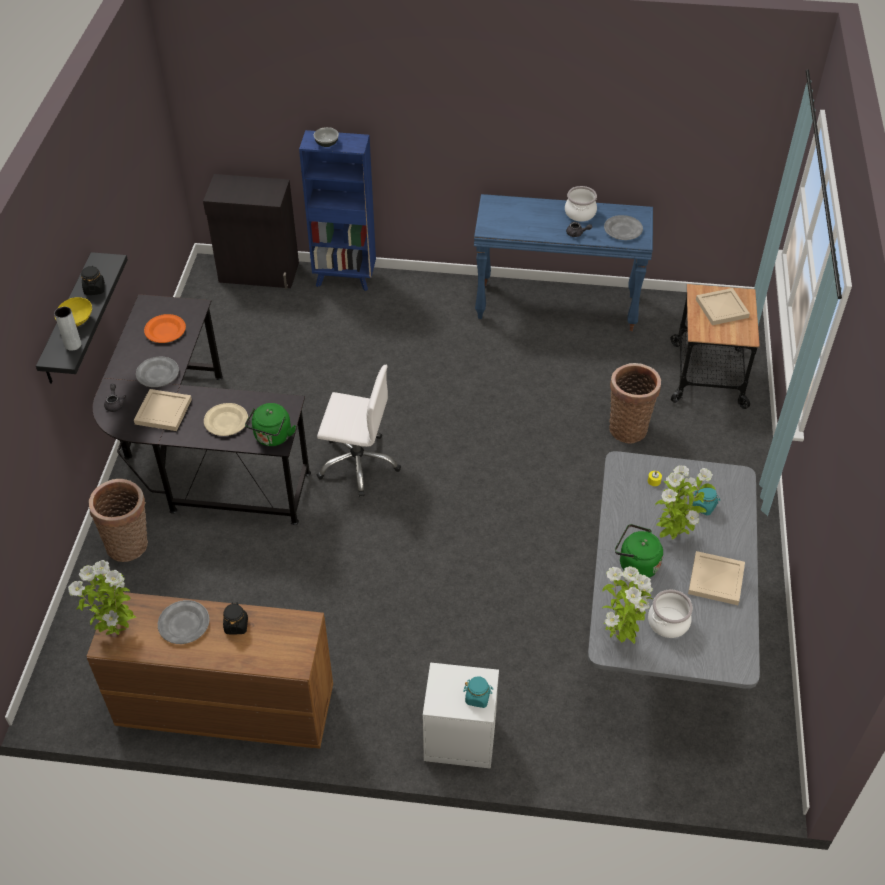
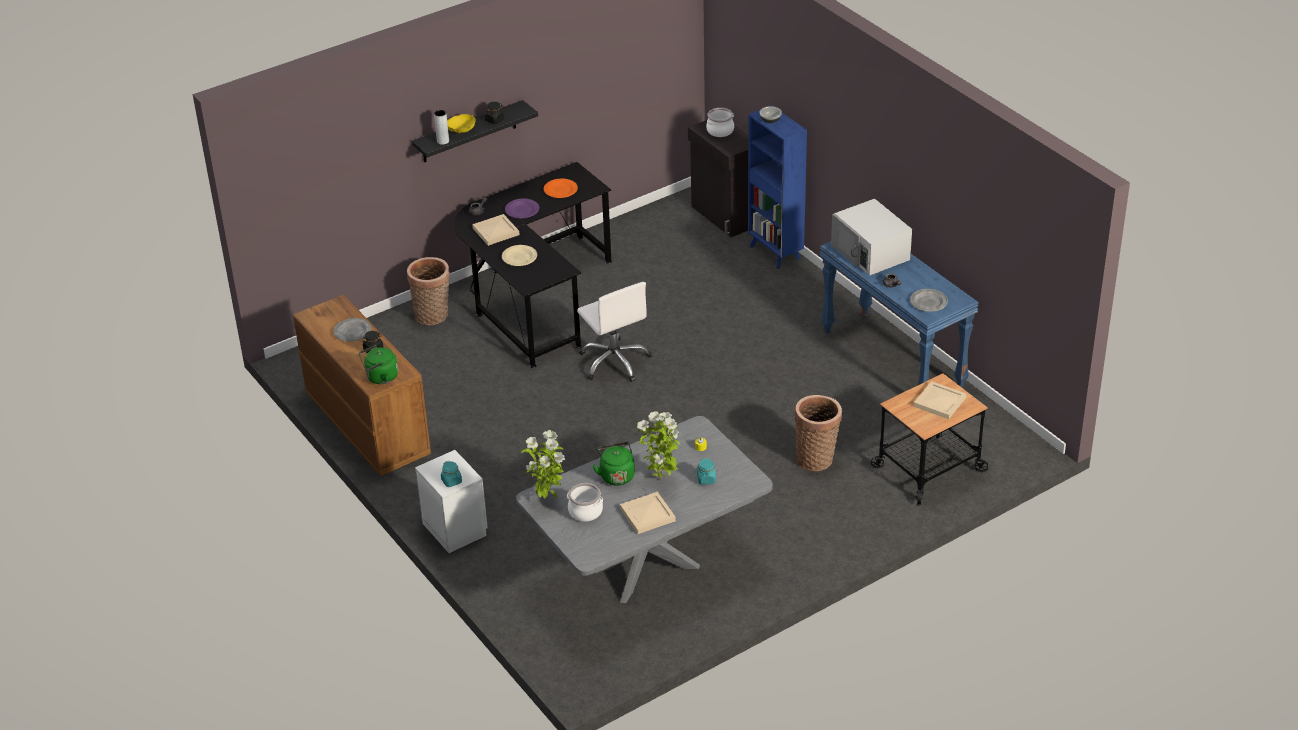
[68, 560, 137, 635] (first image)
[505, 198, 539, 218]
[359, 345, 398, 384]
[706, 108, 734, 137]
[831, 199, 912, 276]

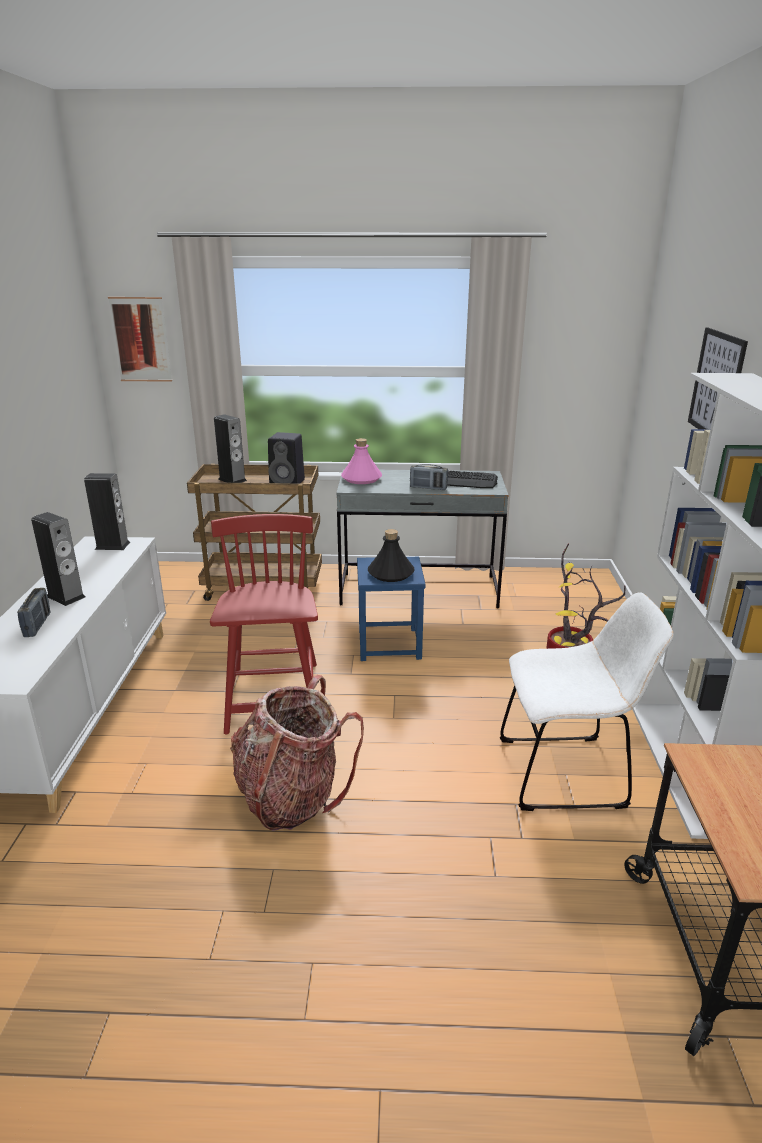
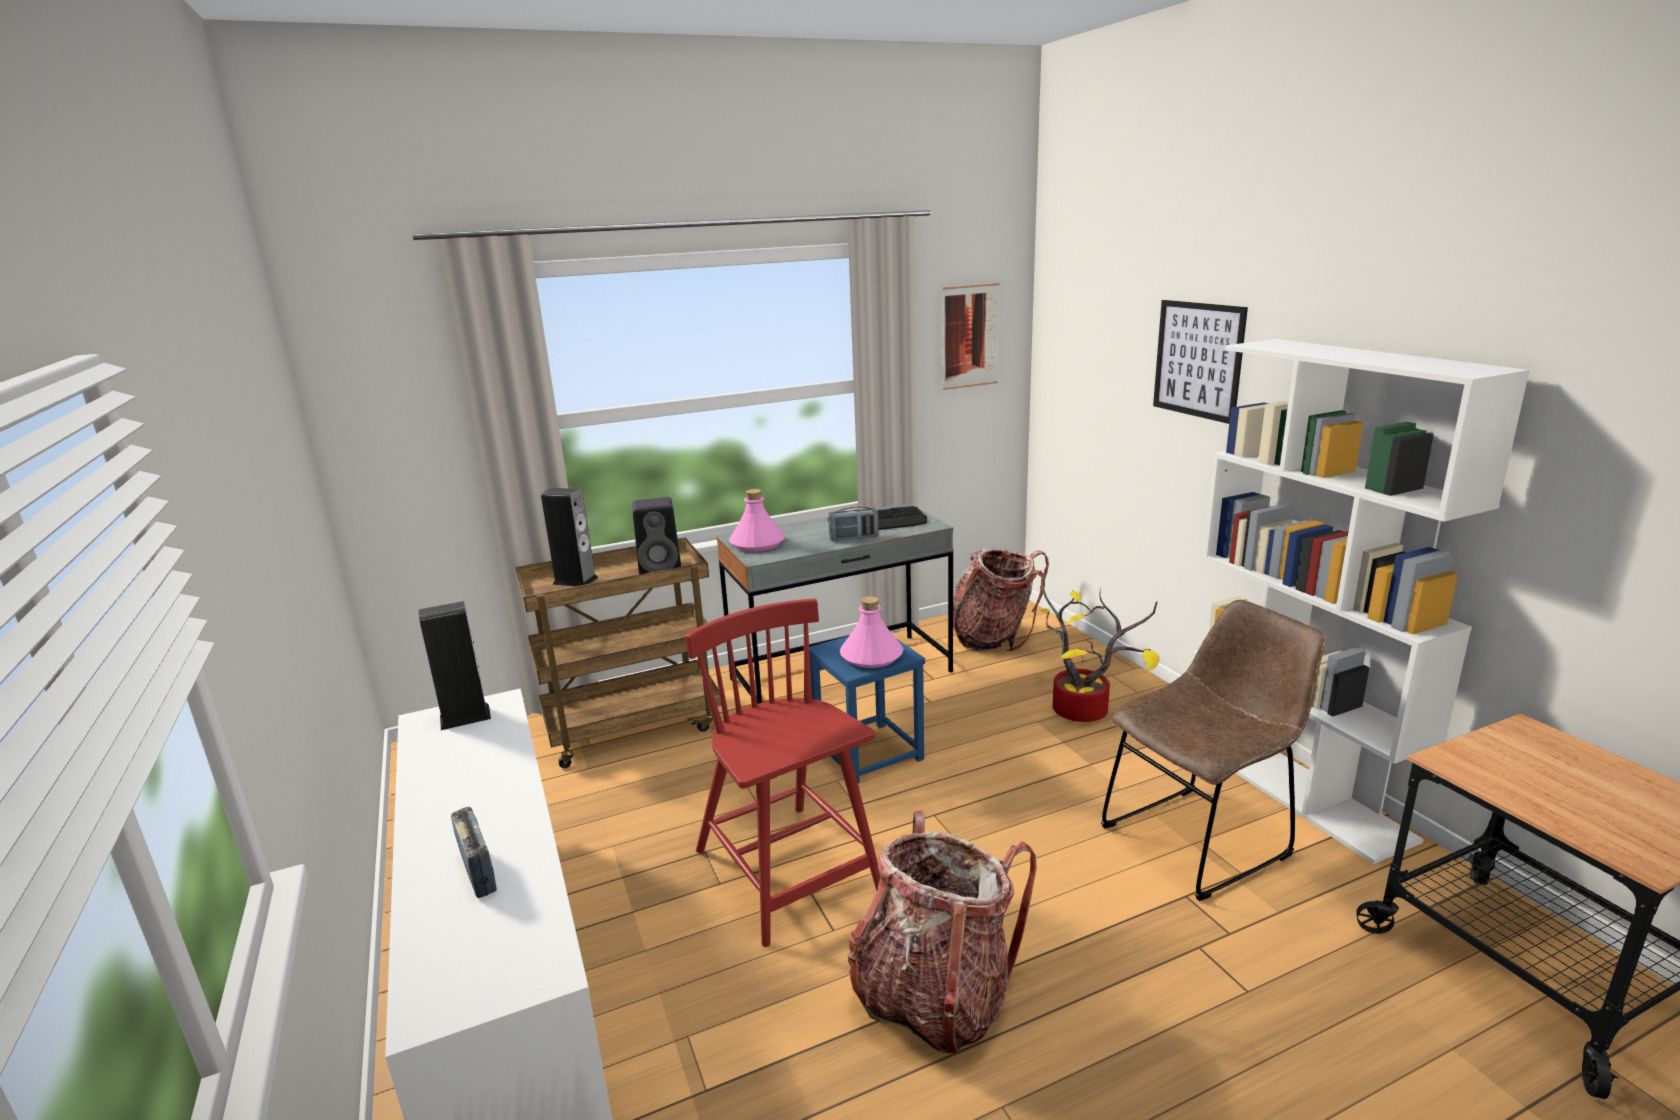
[31, 512, 86, 606] (first image)
[942, 283, 1000, 390]
[840, 596, 903, 668]
[1101, 600, 1326, 901]
[953, 548, 1049, 652]

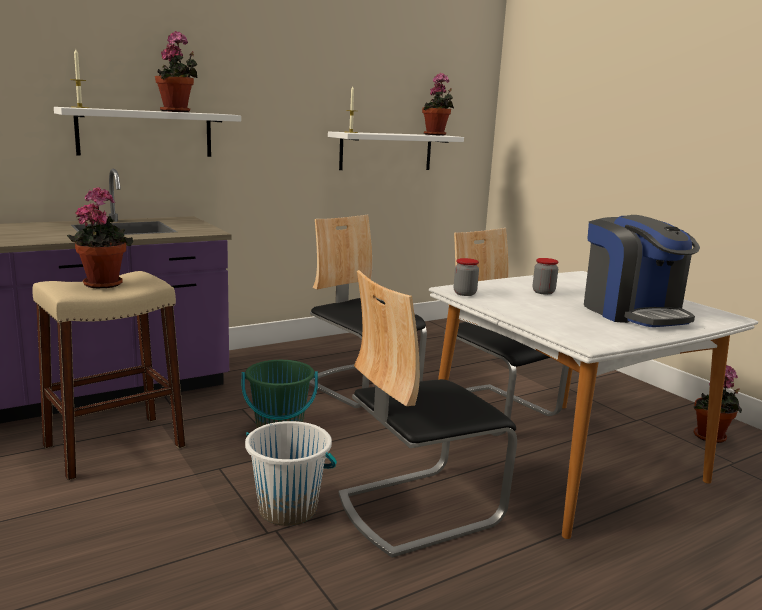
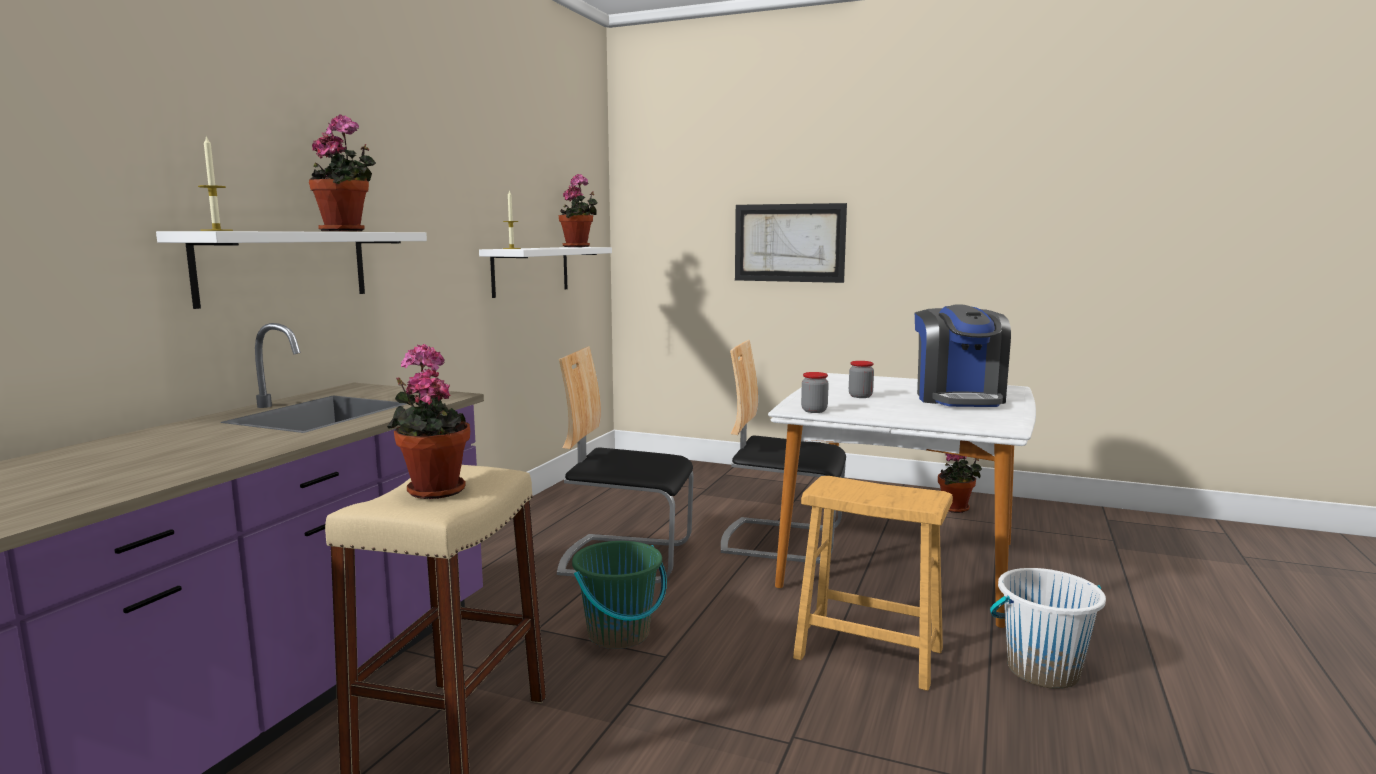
[990, 568, 1106, 689]
[793, 476, 953, 691]
[915, 305, 1011, 407]
[735, 203, 847, 283]

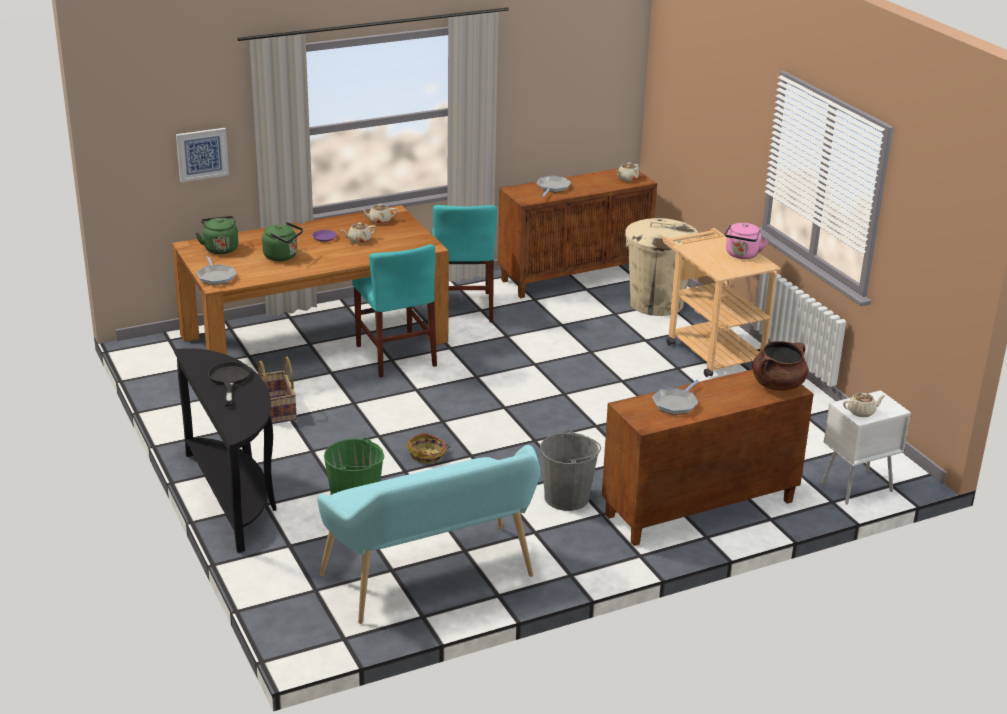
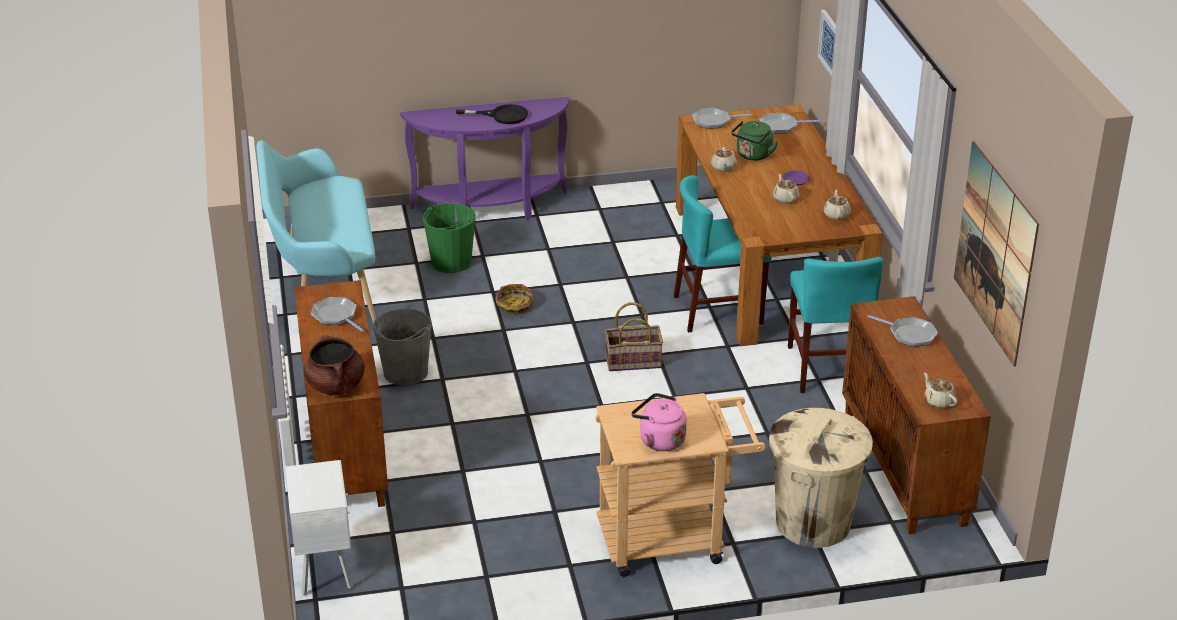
[400, 97, 569, 219]
[759, 113, 819, 134]
[605, 302, 663, 371]
[788, 257, 883, 393]
[711, 147, 737, 172]
[954, 141, 1039, 367]

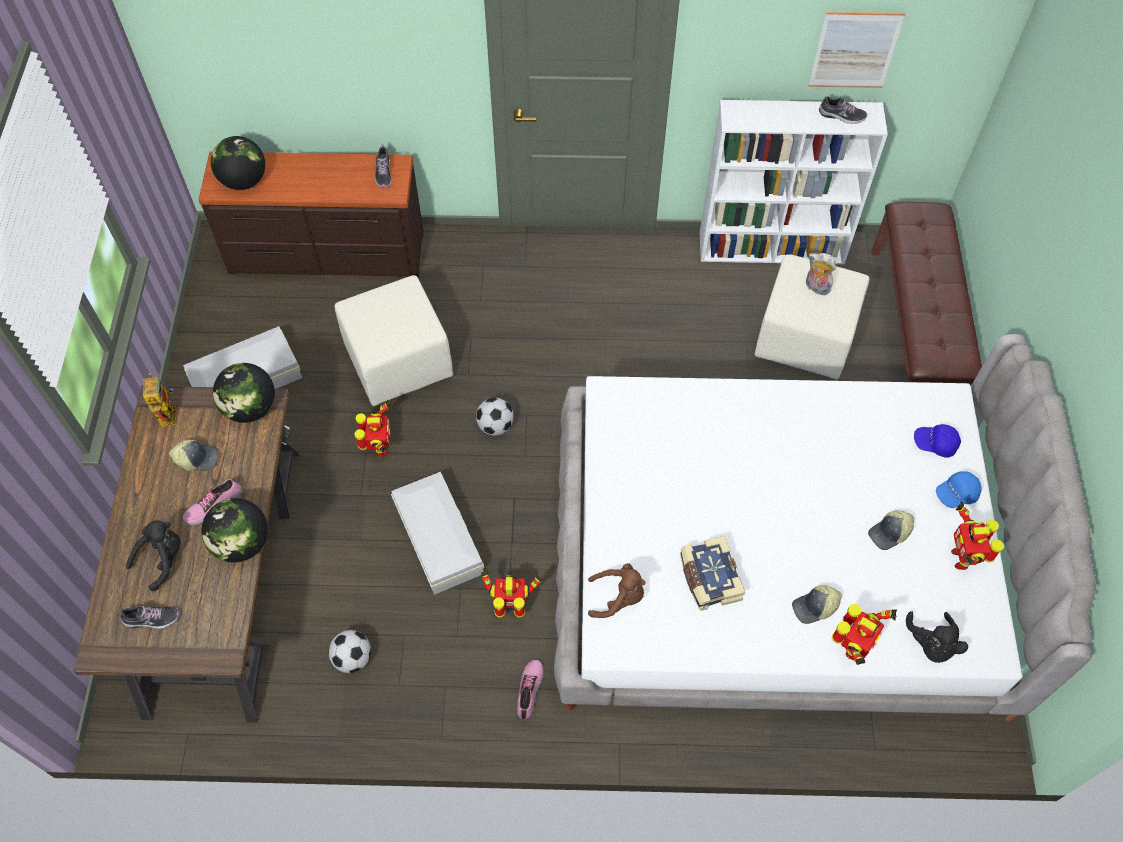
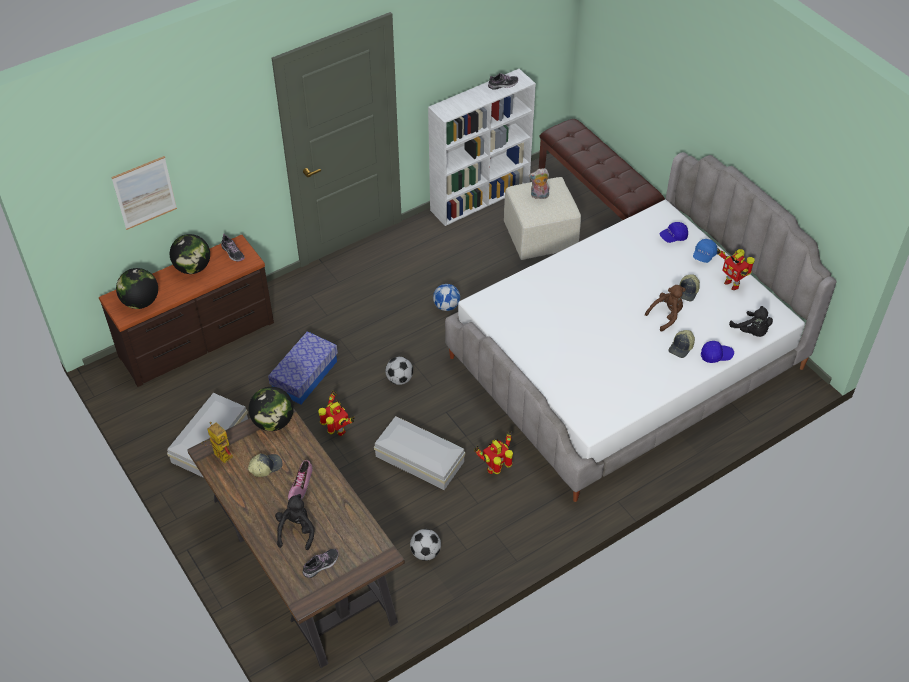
[170, 234, 210, 274]
[268, 331, 338, 405]
[517, 660, 543, 719] (first image)
[645, 285, 686, 332]
[680, 536, 745, 611] (first image)
[111, 156, 177, 230]
[701, 341, 734, 363]
[433, 284, 460, 311]

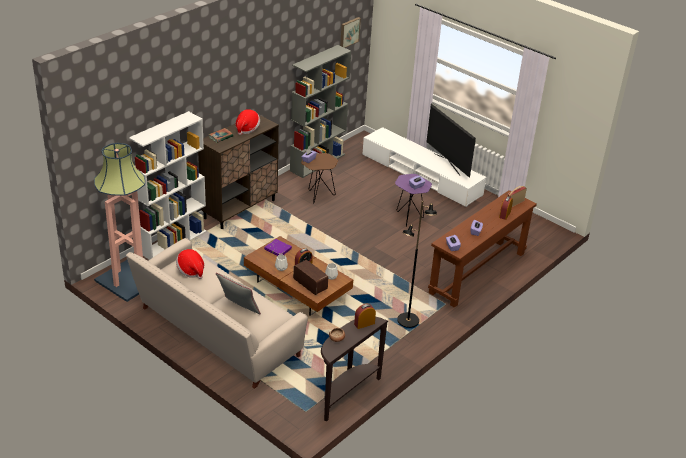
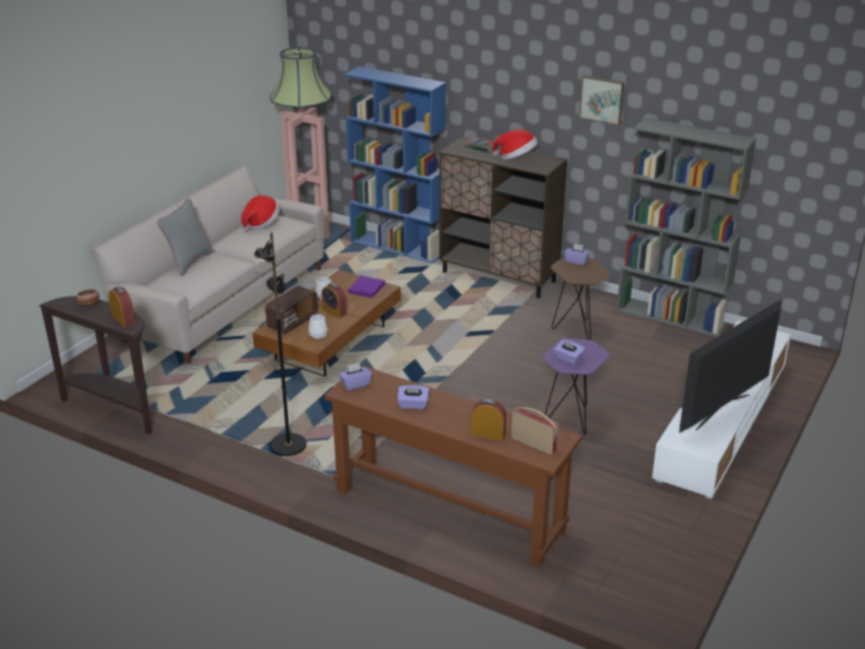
[344, 66, 446, 263]
[579, 75, 625, 126]

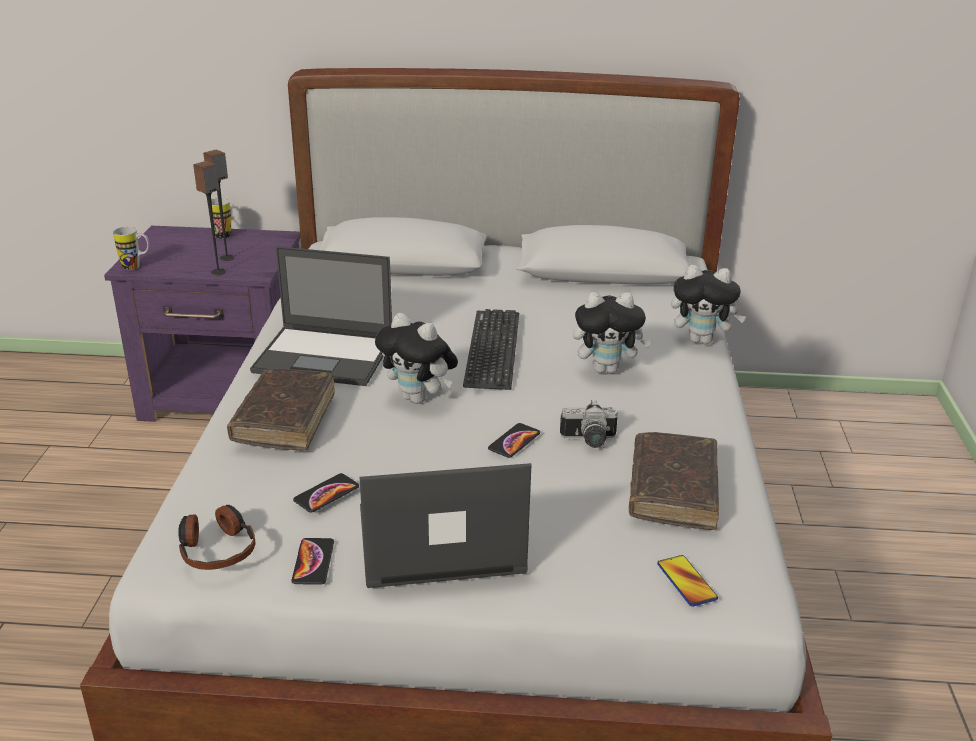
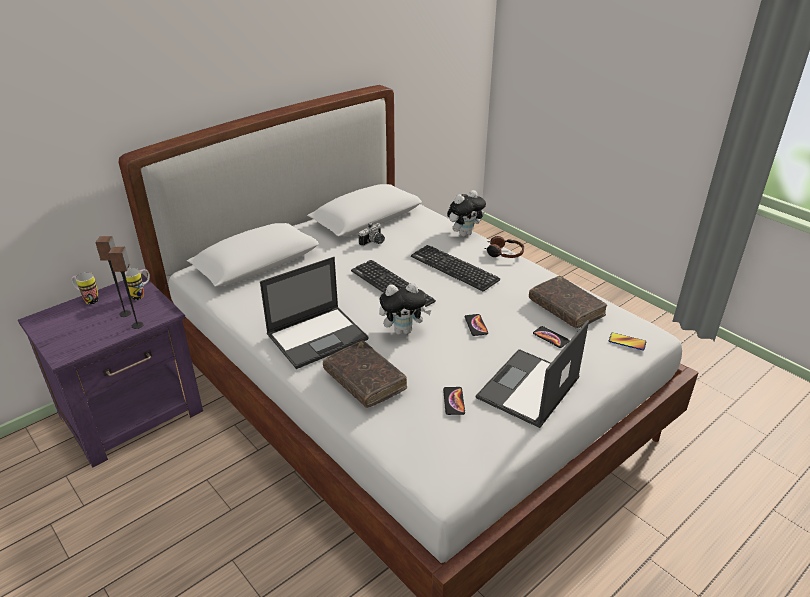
[125, 268, 150, 300]
[485, 236, 524, 258]
[533, 326, 570, 348]
[359, 223, 385, 246]
[411, 245, 500, 291]

